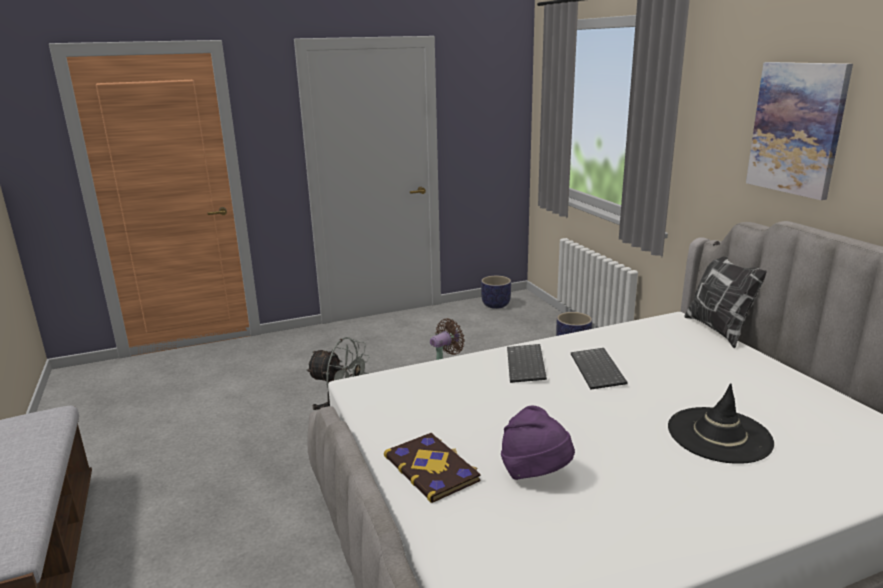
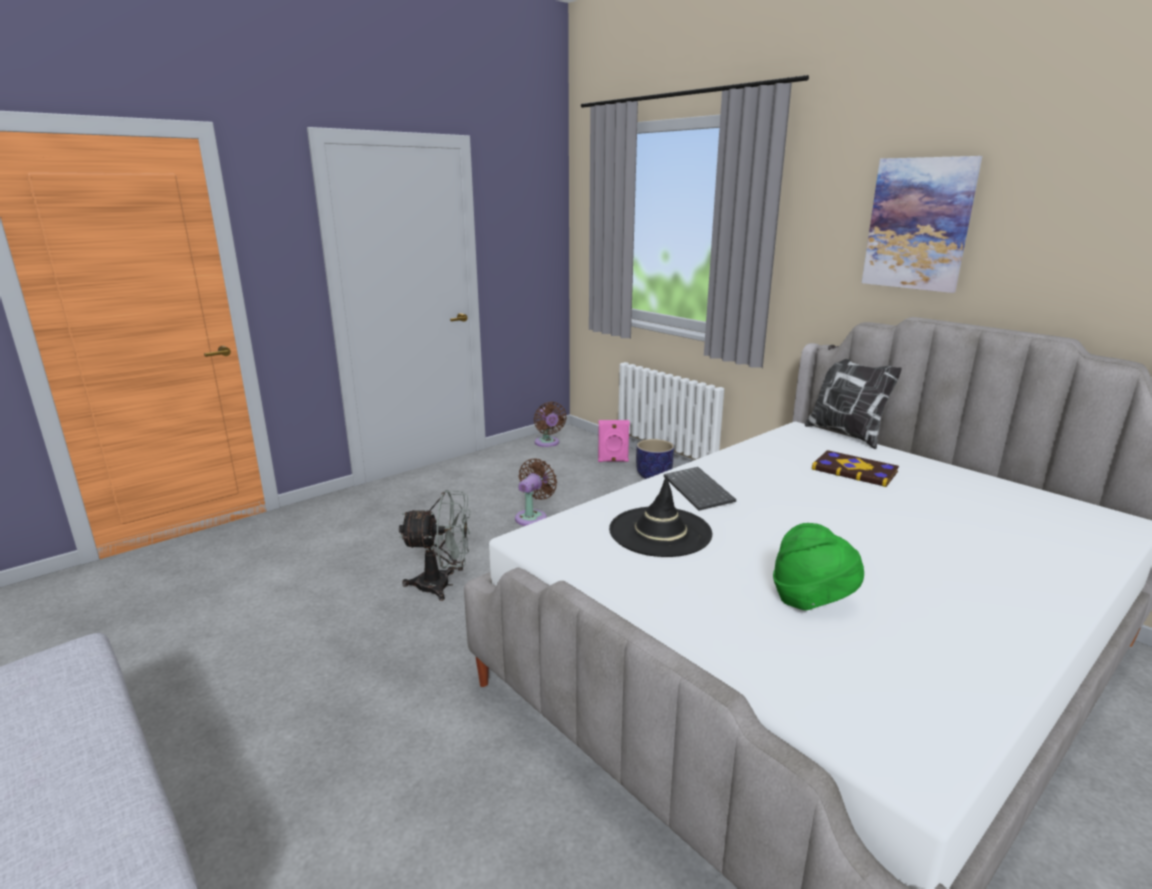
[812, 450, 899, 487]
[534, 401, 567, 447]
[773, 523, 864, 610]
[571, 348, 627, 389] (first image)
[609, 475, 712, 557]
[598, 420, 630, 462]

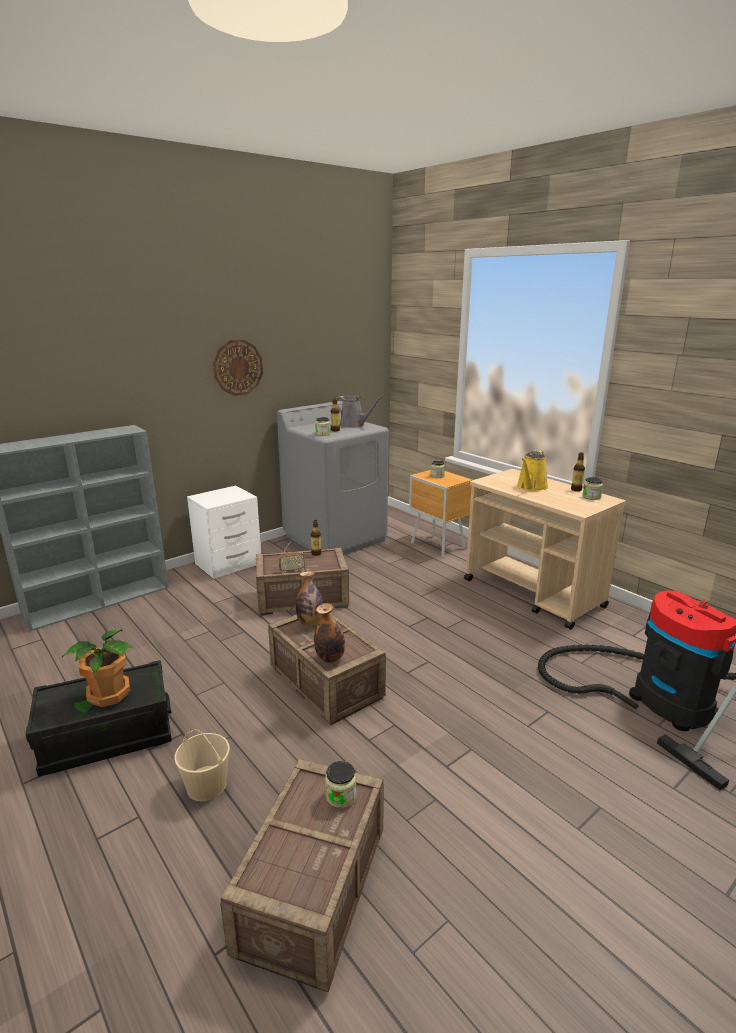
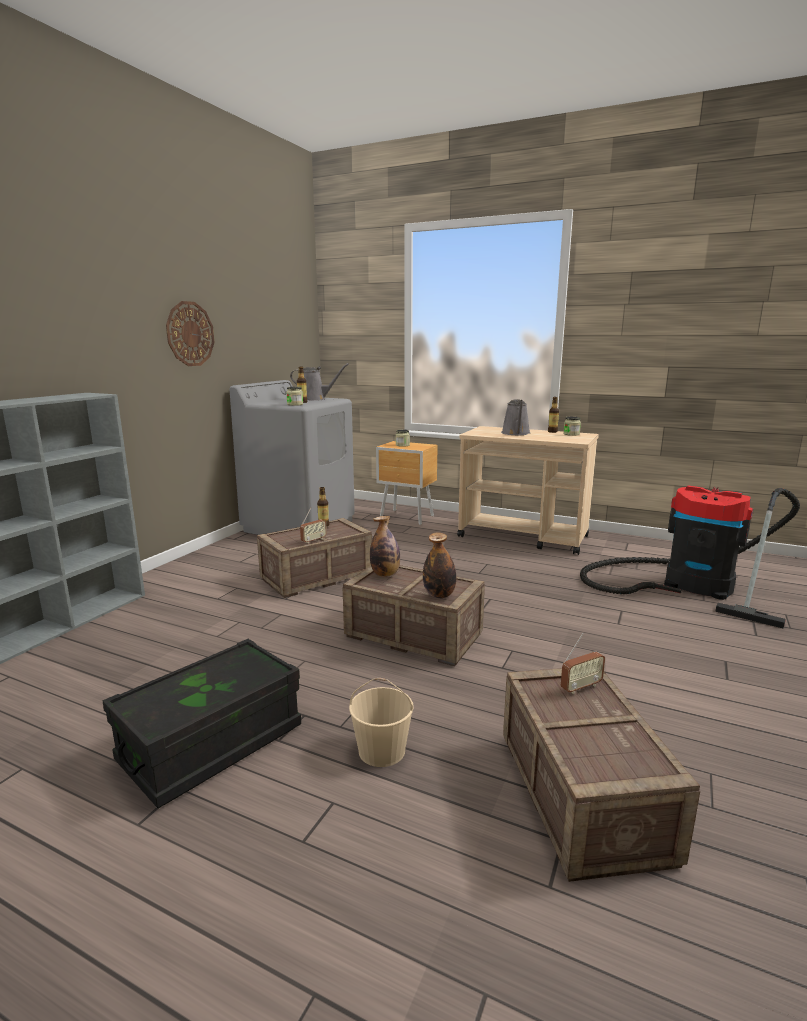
[62, 629, 133, 707] (first image)
[187, 485, 261, 579] (first image)
[561, 632, 605, 694]
[501, 399, 531, 435]

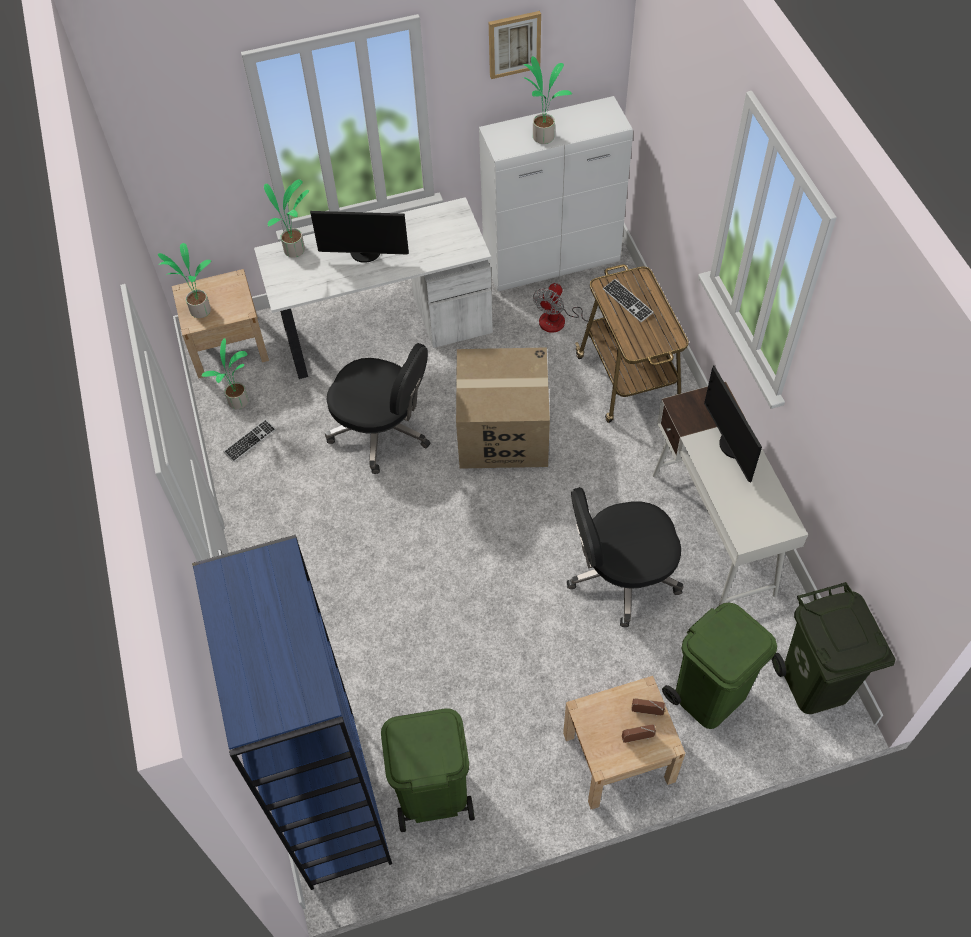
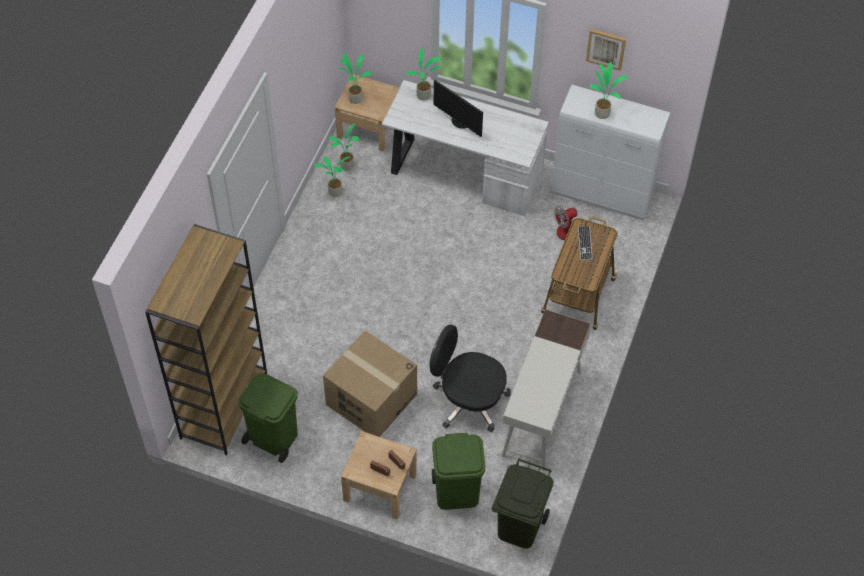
[145, 224, 267, 455]
[314, 157, 350, 197]
[325, 343, 431, 474] (first image)
[323, 331, 417, 437]
[704, 366, 762, 482] (first image)

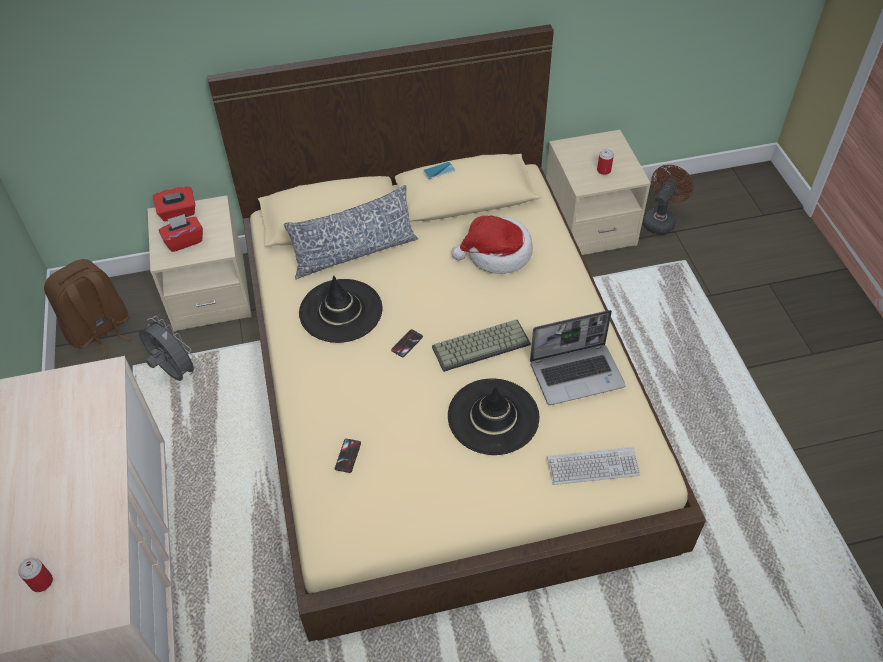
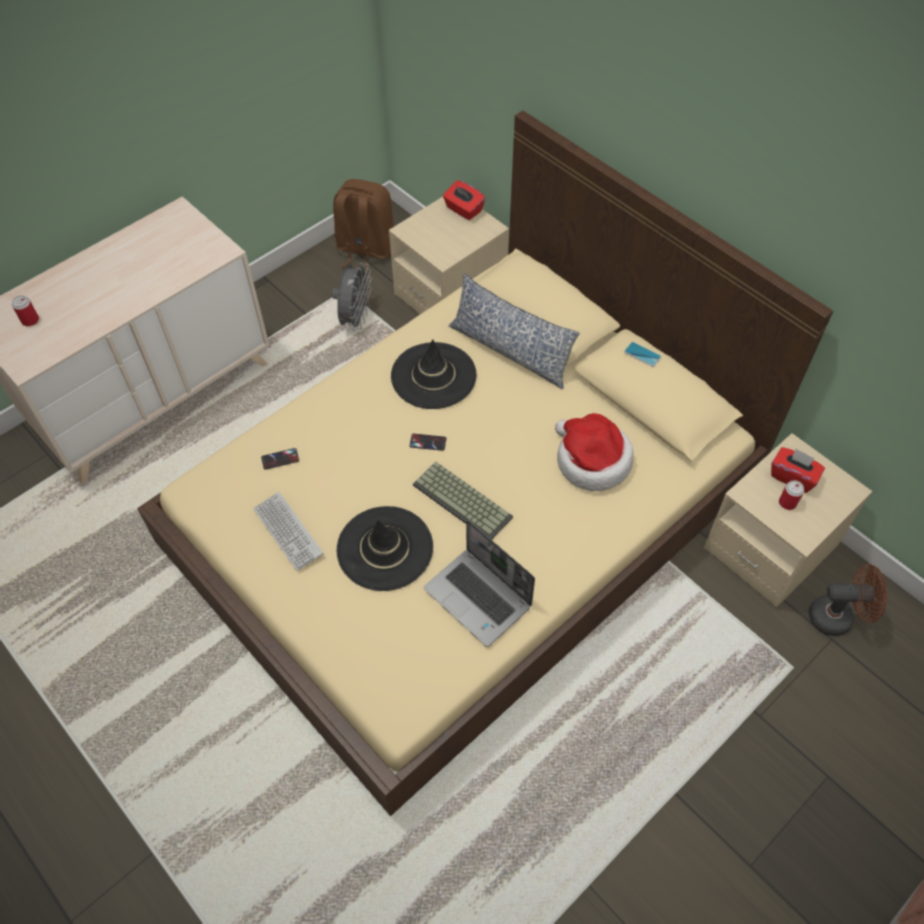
[771, 447, 825, 493]
[253, 492, 324, 571]

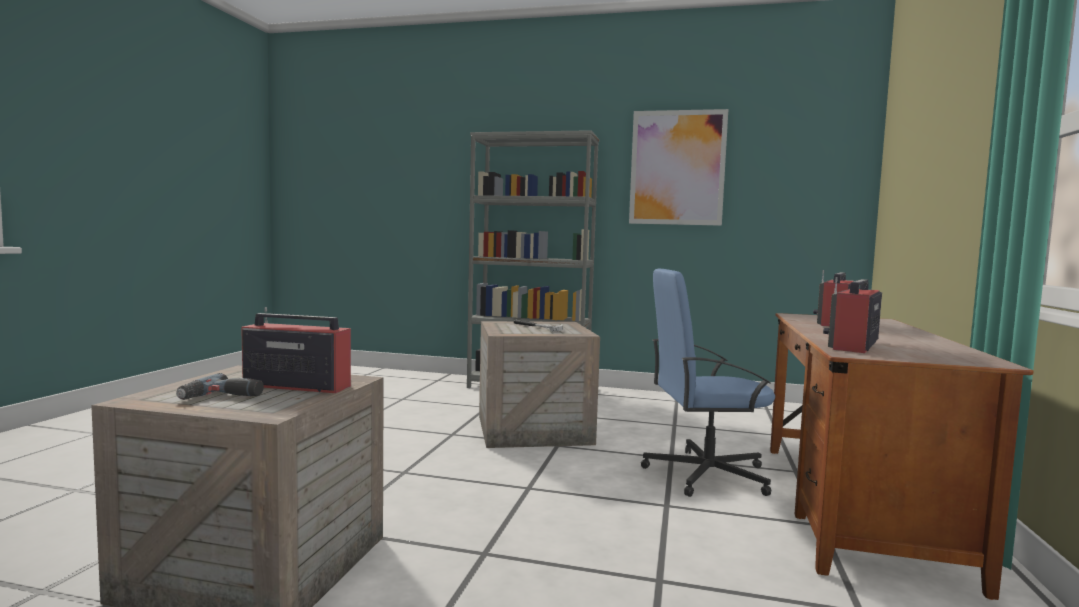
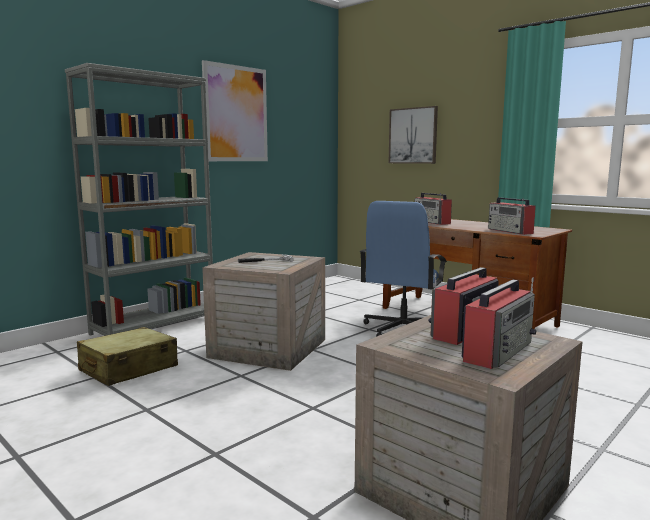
[462, 277, 537, 369]
[77, 327, 178, 386]
[389, 106, 438, 164]

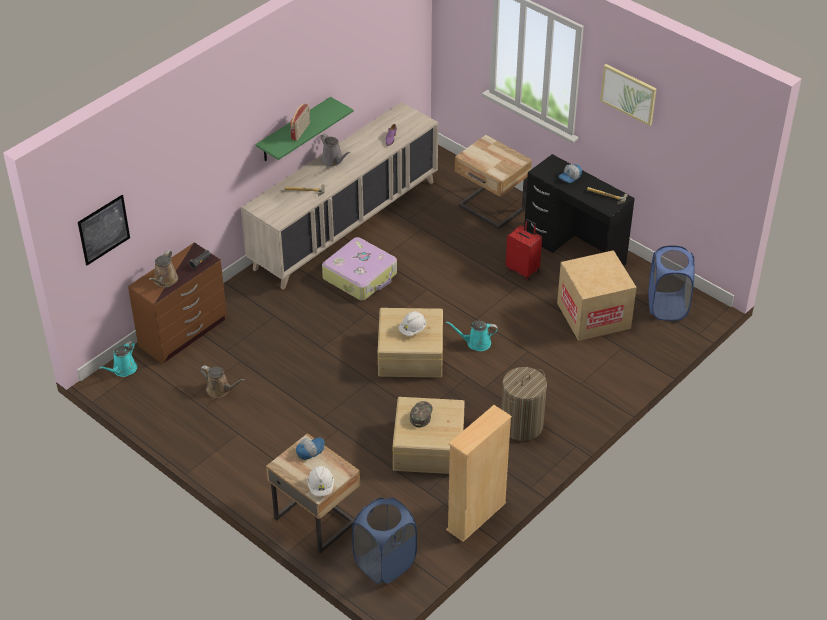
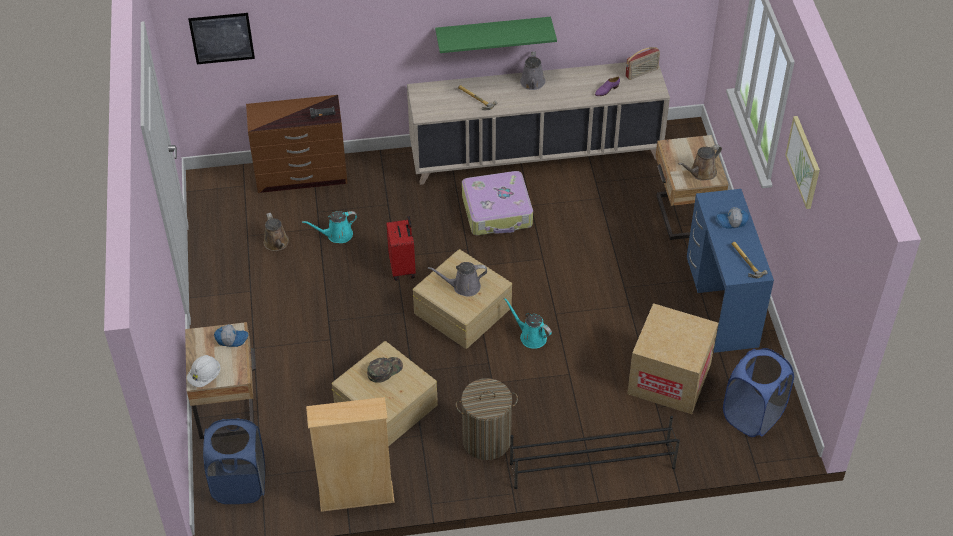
[302, 211, 357, 243]
[678, 144, 722, 181]
[625, 47, 660, 80]
[428, 262, 487, 297]
[386, 216, 416, 281]
[687, 189, 774, 353]
[510, 416, 680, 489]

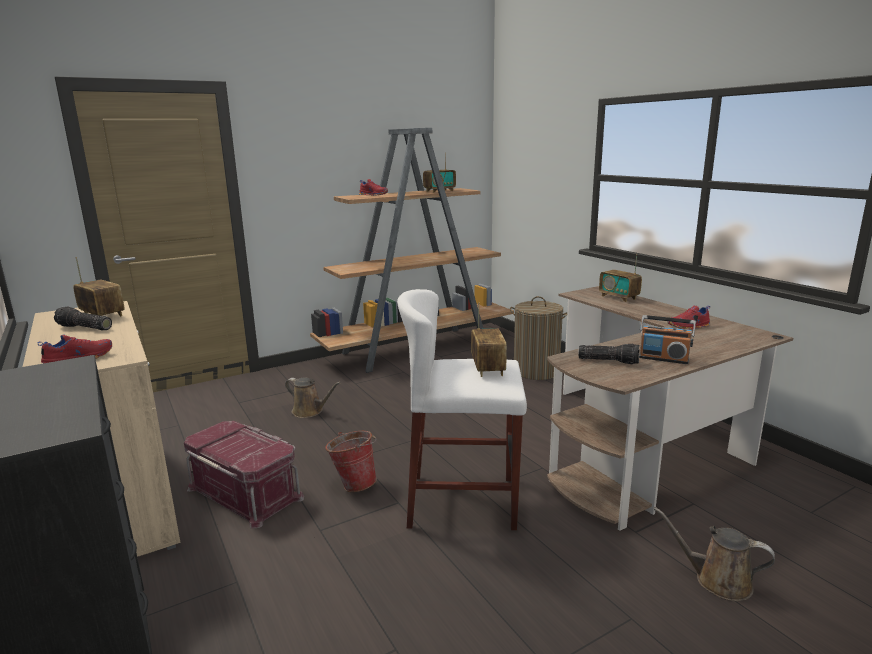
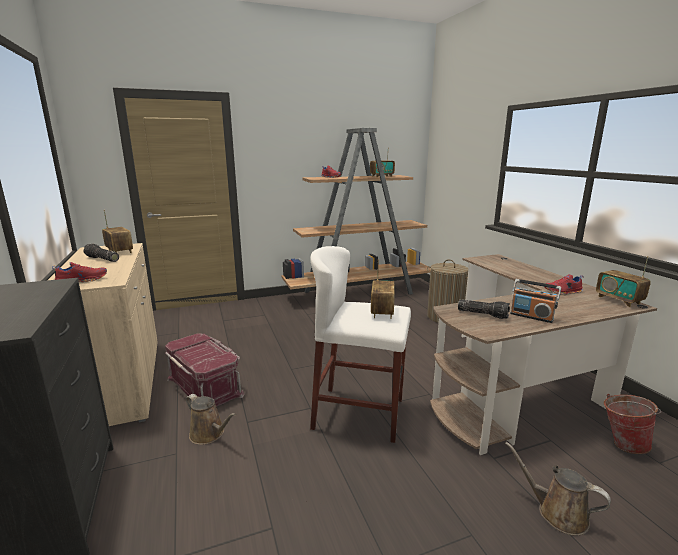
[186, 394, 236, 445]
[604, 394, 661, 454]
[596, 256, 651, 307]

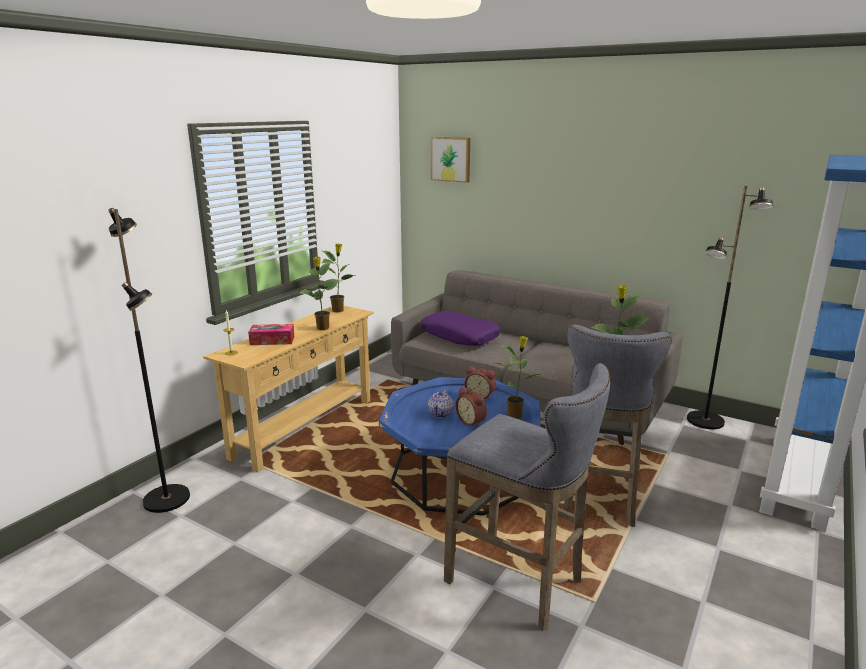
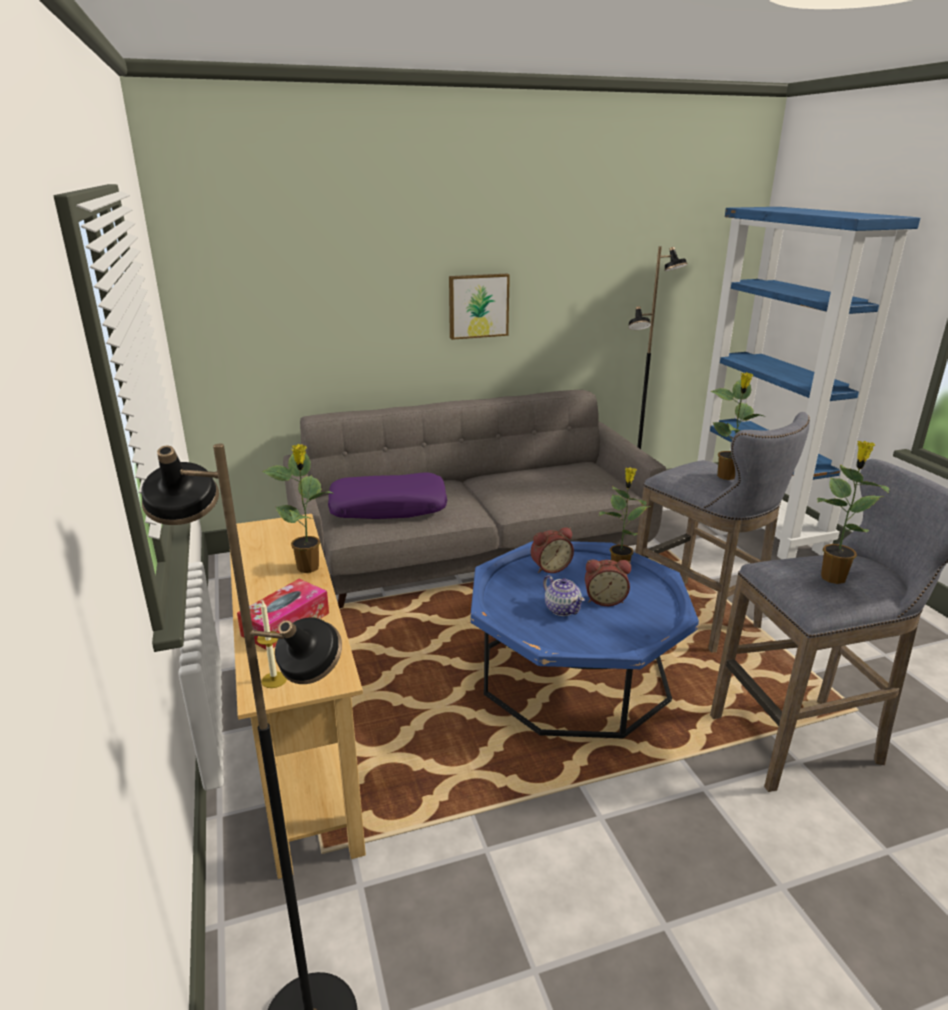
[817, 441, 889, 584]
[449, 274, 510, 340]

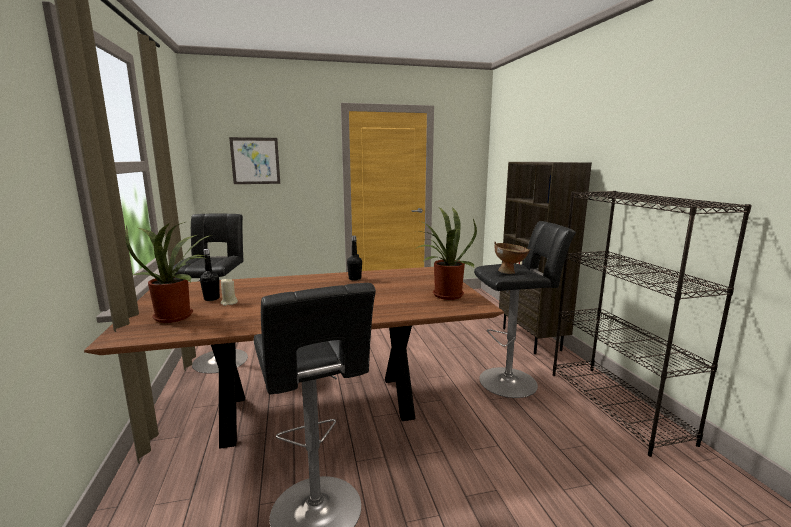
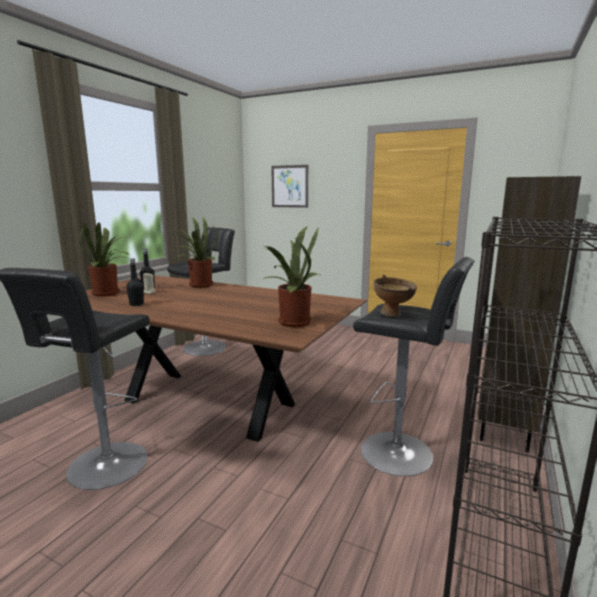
[126, 258, 144, 306]
[174, 217, 217, 288]

